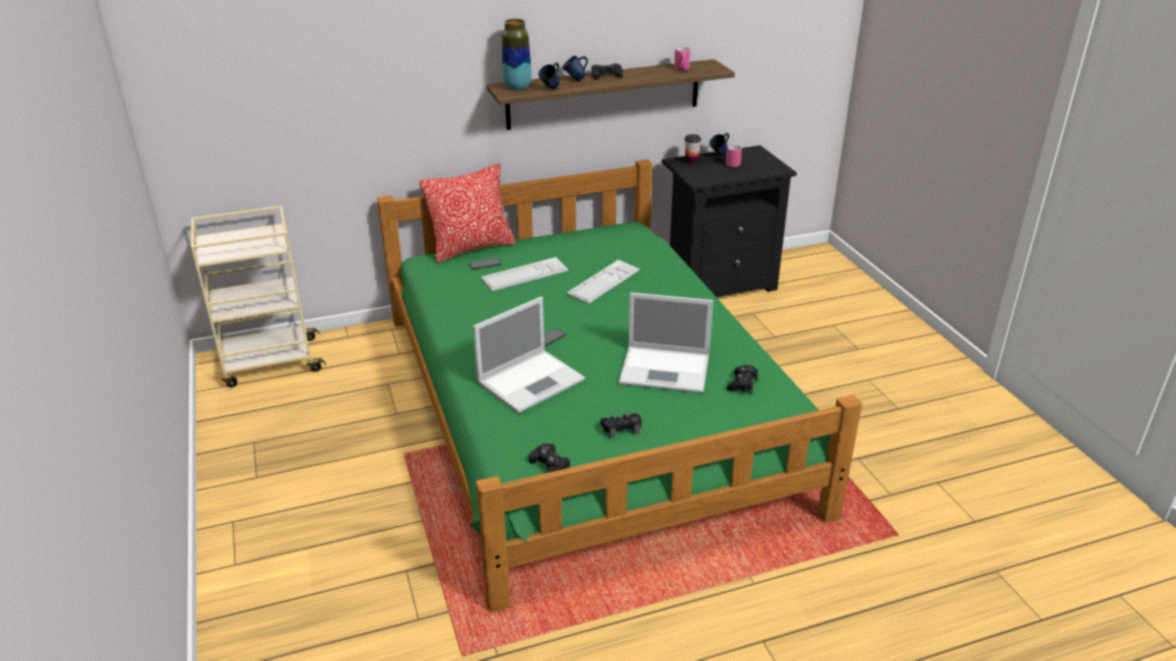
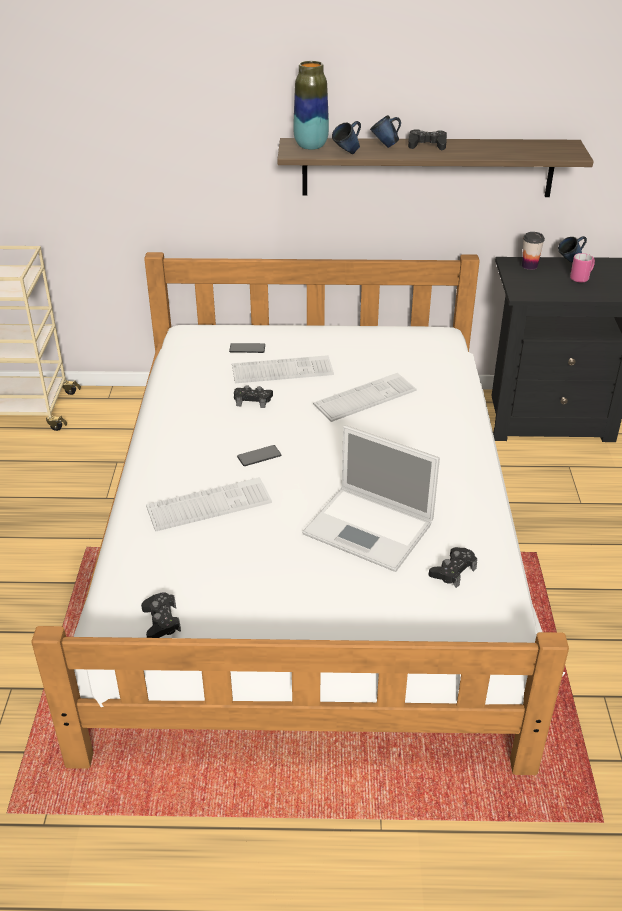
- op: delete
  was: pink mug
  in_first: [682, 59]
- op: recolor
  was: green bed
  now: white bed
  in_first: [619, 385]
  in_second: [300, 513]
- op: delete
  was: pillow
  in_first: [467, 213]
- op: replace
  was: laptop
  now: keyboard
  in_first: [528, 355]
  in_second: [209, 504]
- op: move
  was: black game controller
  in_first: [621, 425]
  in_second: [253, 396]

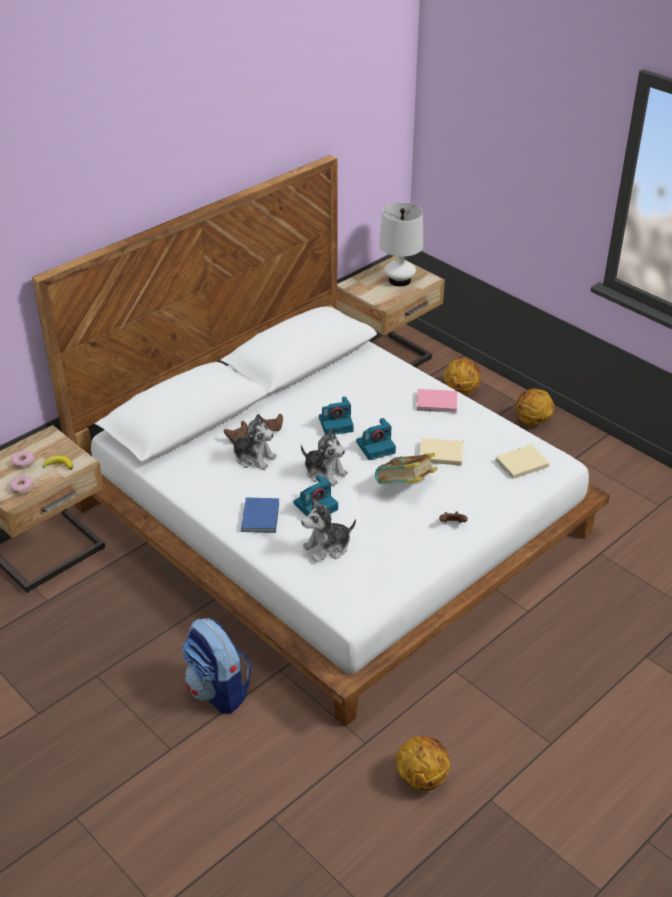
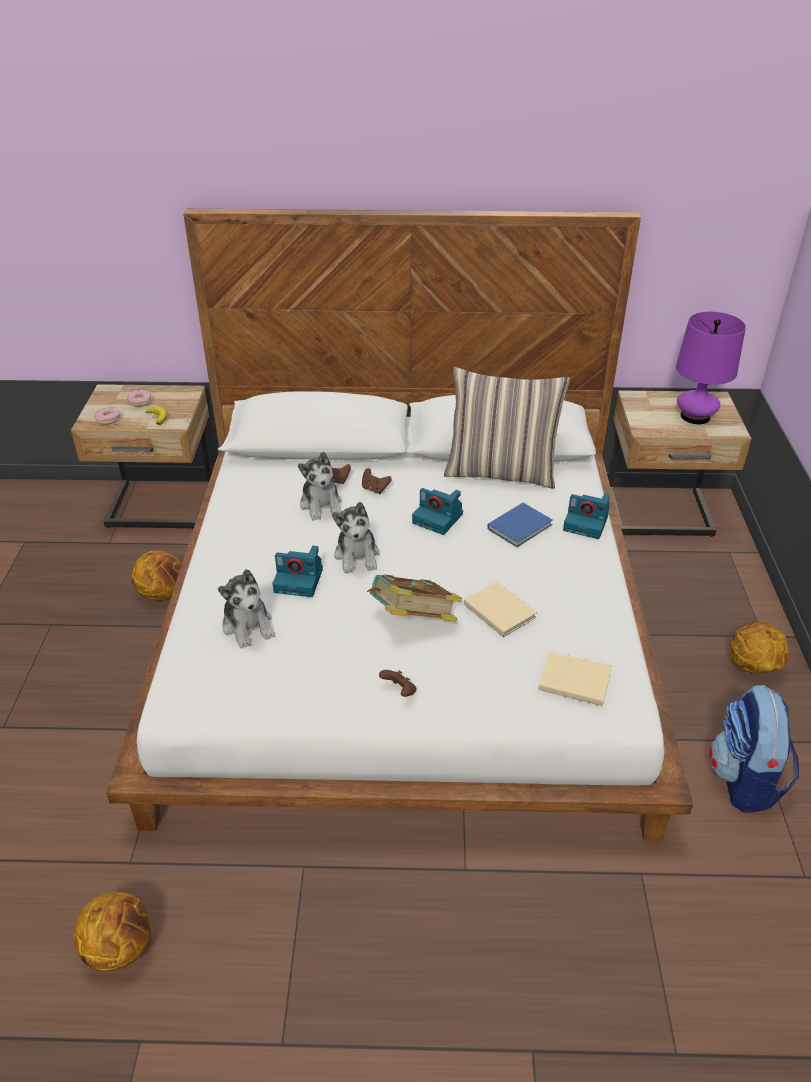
- op: recolor
  was: white table lamp
  now: purple table lamp
  in_first: [401, 244]
  in_second: [711, 368]
- op: move
  was: basketball
  in_first: [462, 376]
  in_second: [156, 575]
- op: delete
  was: pink book
  in_first: [437, 401]
- op: move
  was: photo camera
  in_first: [376, 439]
  in_second: [586, 516]
- op: move
  was: blue book
  in_first: [260, 515]
  in_second: [520, 525]
- op: rotate
  was: plush toy
  in_first: [328, 530]
  in_second: [246, 609]
  clockwise: -135
- op: move
  was: backpack
  in_first: [217, 666]
  in_second: [754, 749]
- op: insert
  now: pillow
  in_second: [507, 428]

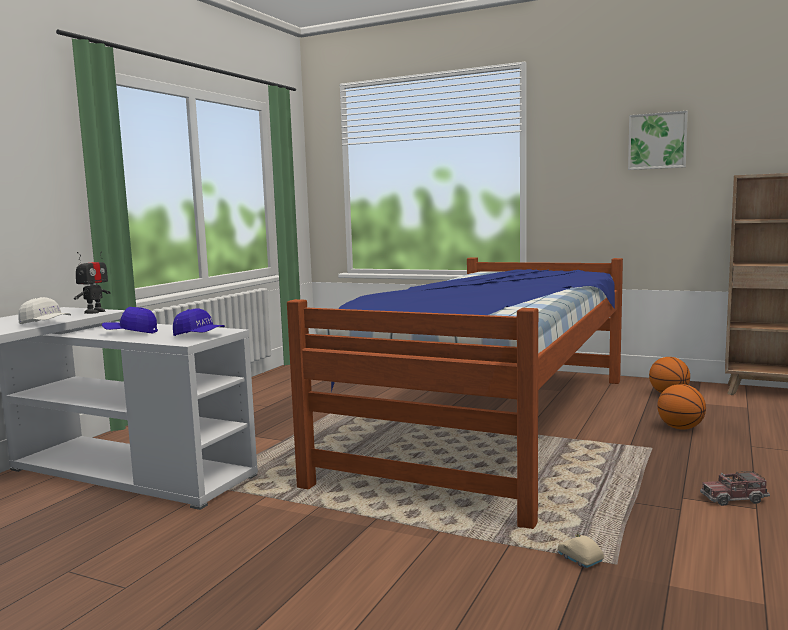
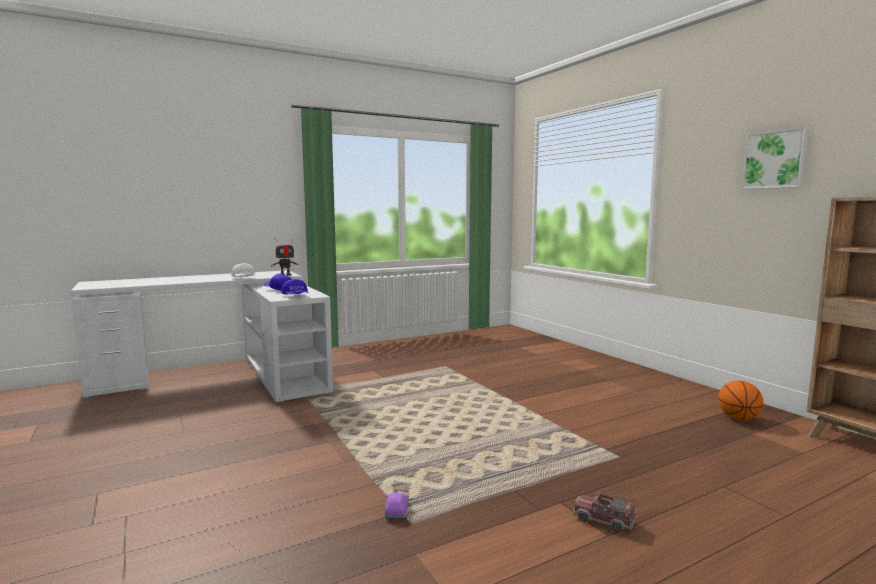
- op: delete
  was: bed
  in_first: [455, 393]
- op: delete
  was: basketball
  in_first: [681, 407]
- op: recolor
  was: beige toy car
  now: purple toy car
  in_first: [581, 550]
  in_second: [397, 503]

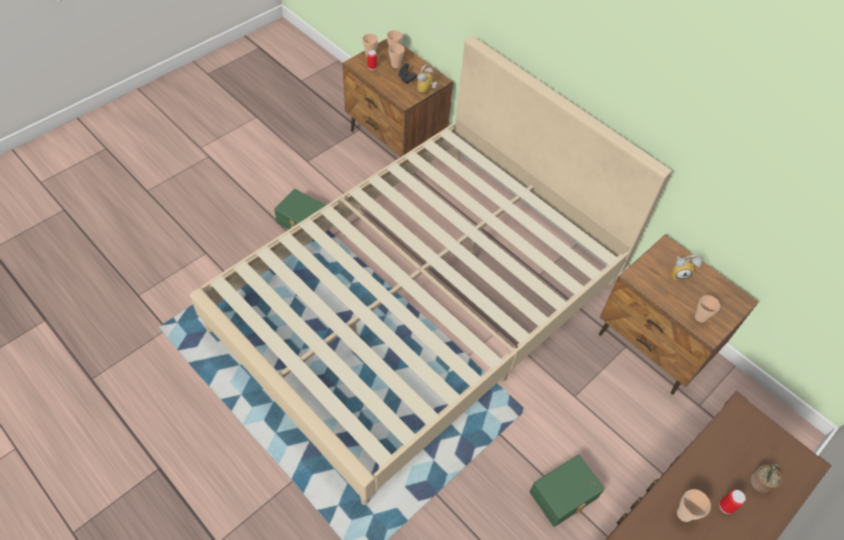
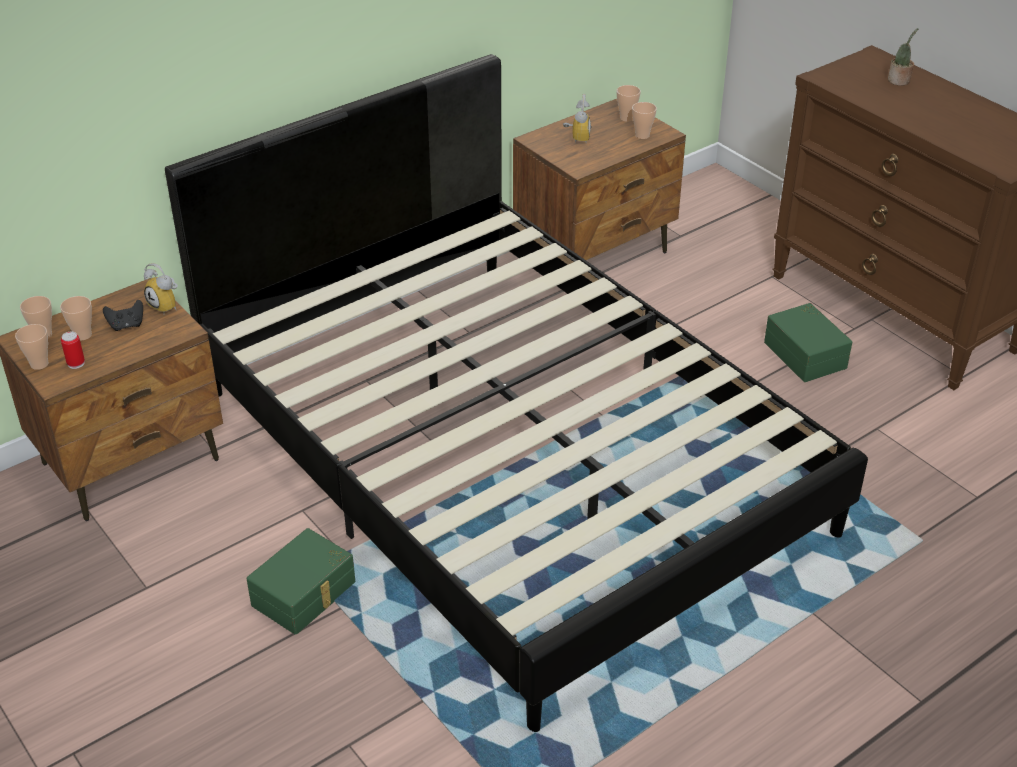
- op: recolor
  was: beige bed
  now: black bed
  in_first: [431, 270]
  in_second: [516, 393]
- op: move
  was: cup
  in_first: [694, 505]
  in_second: [629, 103]
- op: delete
  was: can
  in_first: [732, 502]

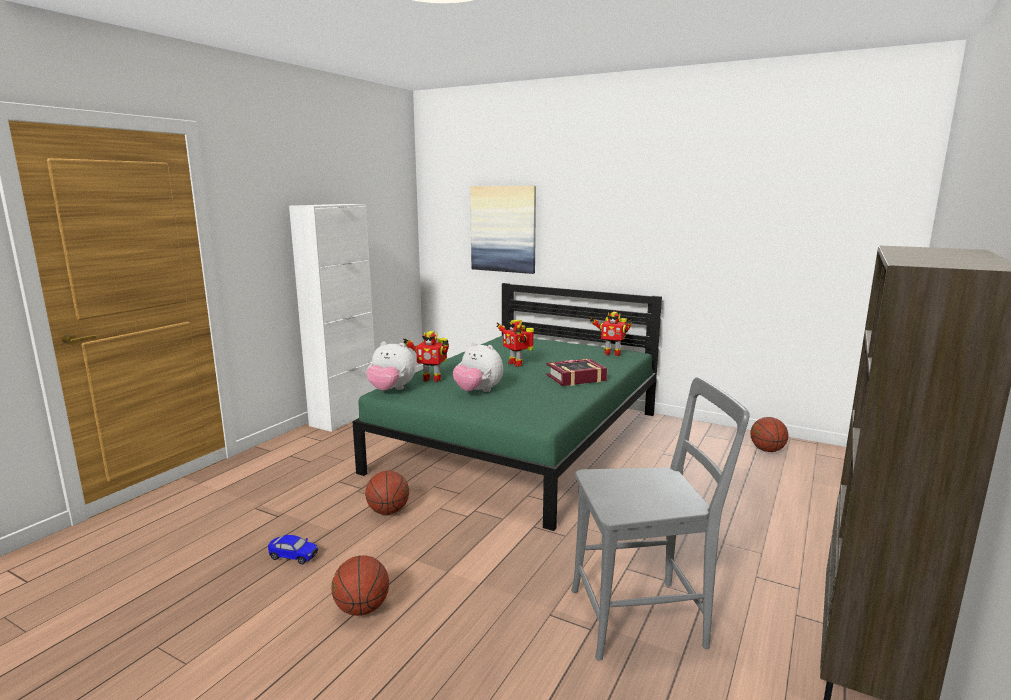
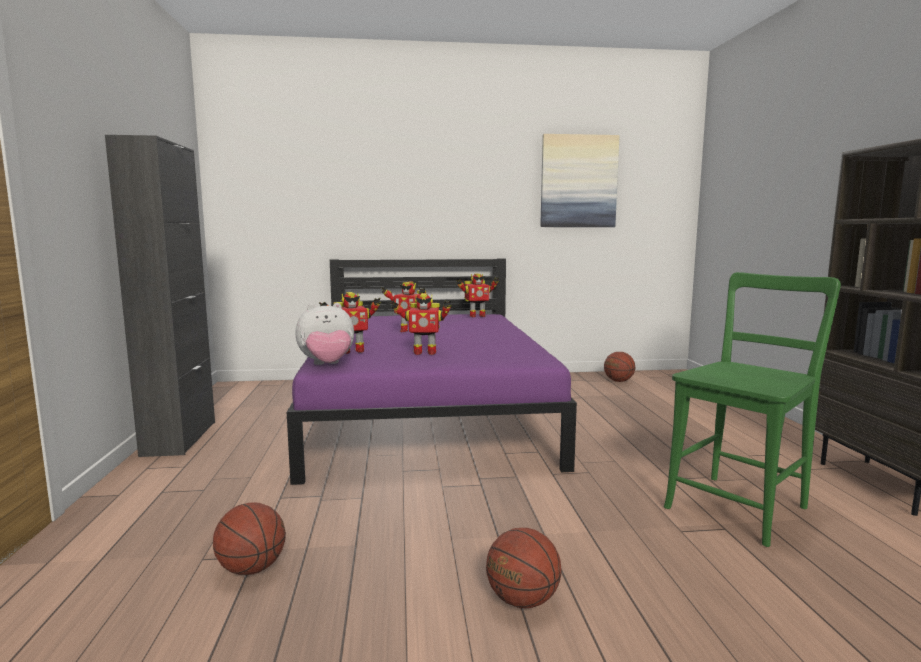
- op: move
  was: picture
  in_first: [503, 230]
  in_second: [580, 180]
- op: recolor
  was: white cabinet
  now: black cabinet
  in_first: [333, 318]
  in_second: [160, 296]
- op: recolor
  was: green bed
  now: purple bed
  in_first: [507, 407]
  in_second: [432, 371]
- op: replace
  was: plush toy
  now: toy robot
  in_first: [478, 367]
  in_second: [421, 324]
- op: delete
  was: book
  in_first: [576, 372]
- op: recolor
  was: grey chair
  now: green chair
  in_first: [660, 519]
  in_second: [752, 409]
- op: move
  was: basketball
  in_first: [387, 493]
  in_second: [249, 538]
- op: delete
  was: toy car
  in_first: [293, 549]

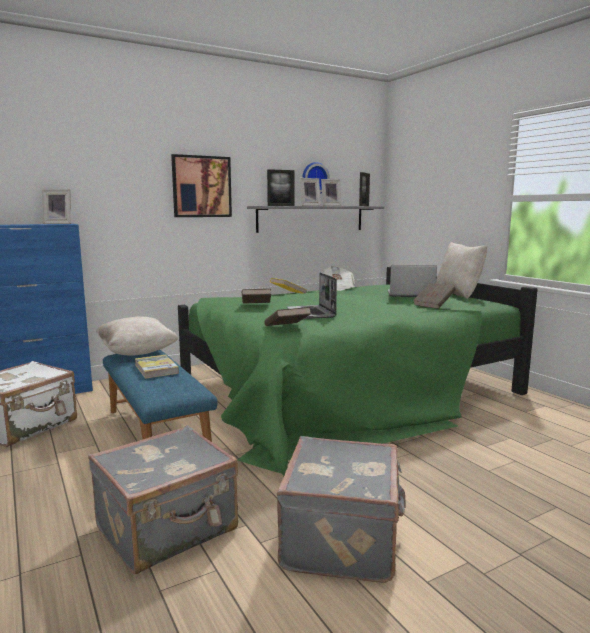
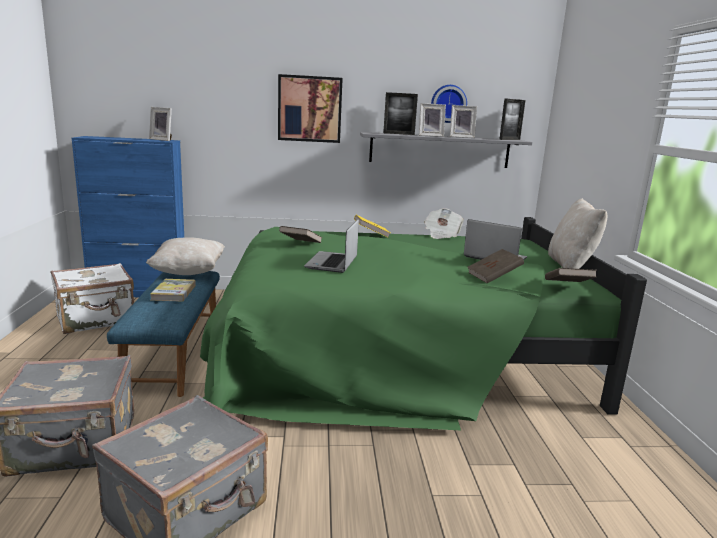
- op: move
  was: brown book
  in_first: [287, 316]
  in_second: [571, 275]

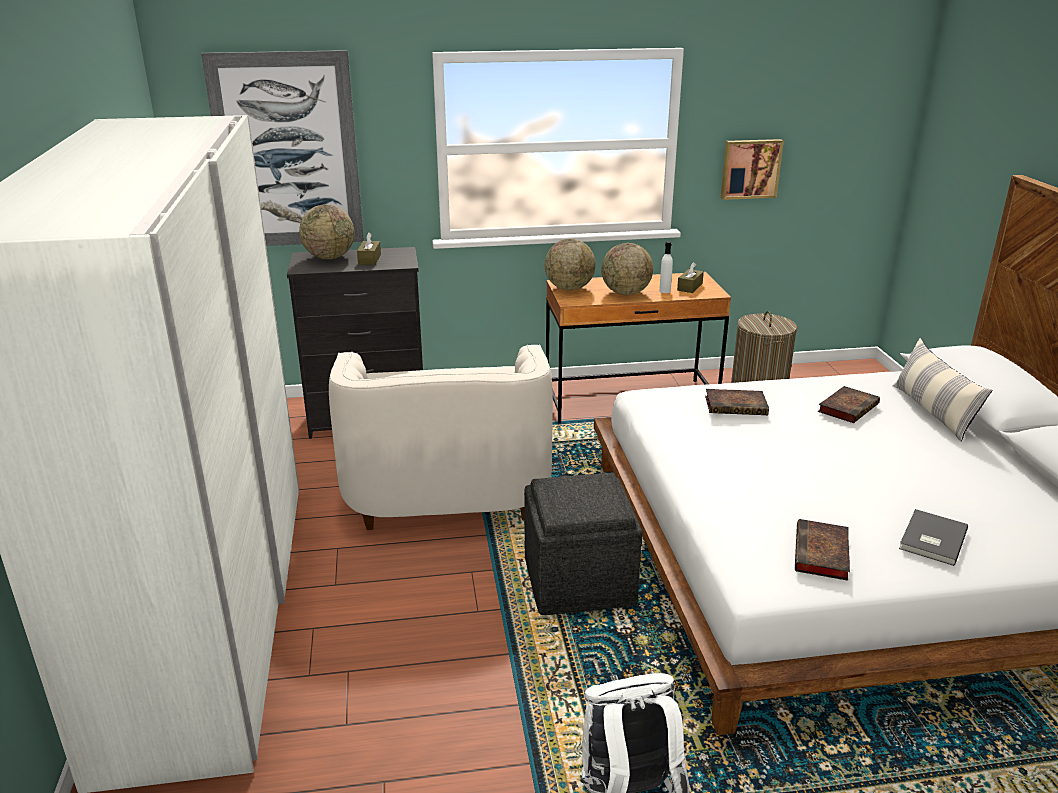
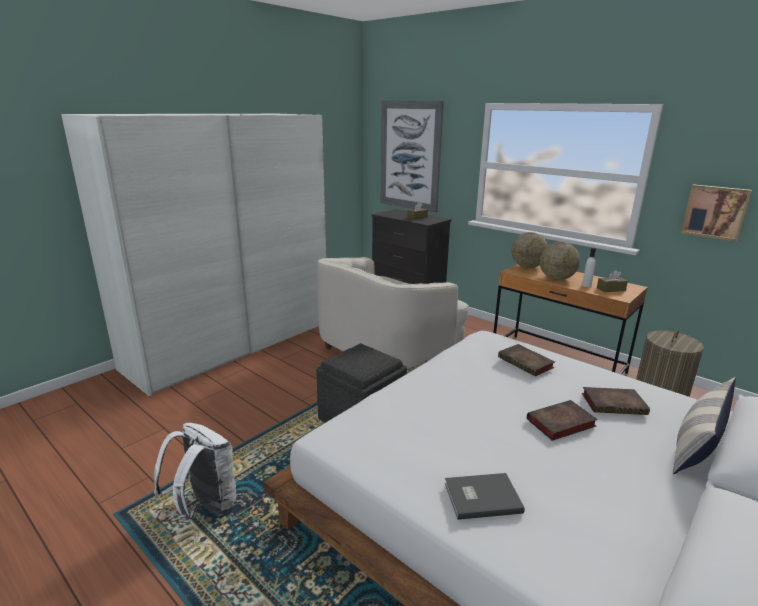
- op: delete
  was: globe
  in_first: [327, 232]
- op: move
  was: book
  in_first: [822, 550]
  in_second: [562, 420]

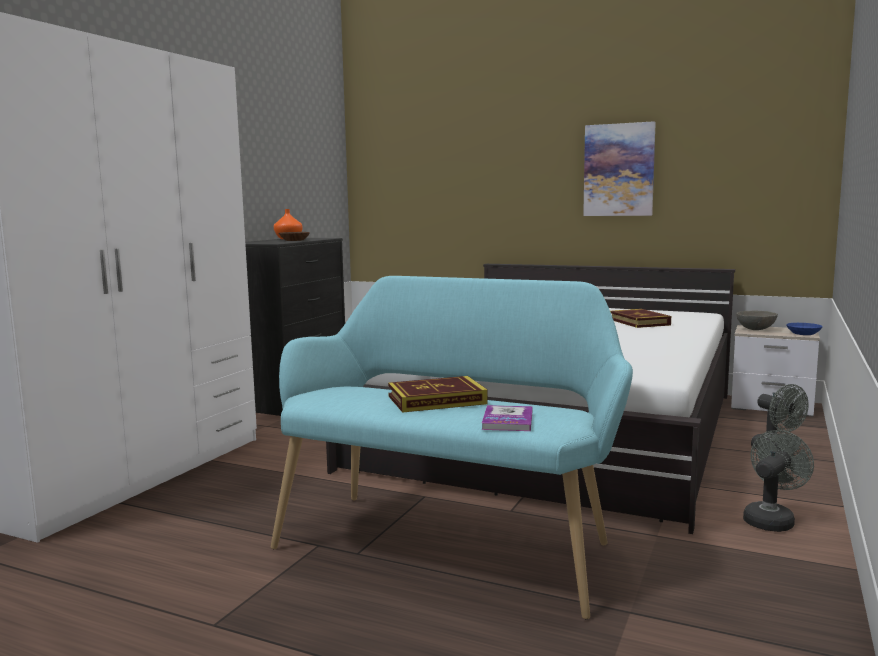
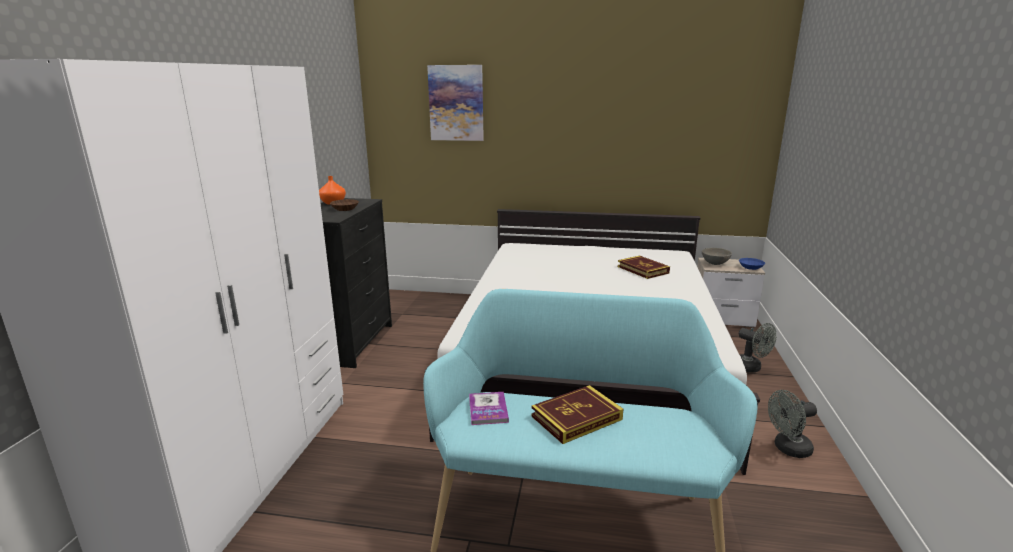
- op: move
  was: picture
  in_first: [619, 168]
  in_second: [455, 103]
- op: move
  was: book
  in_first: [507, 418]
  in_second: [489, 408]
- op: rotate
  was: grey fan
  in_first: [778, 481]
  in_second: [792, 424]
  clockwise: -135

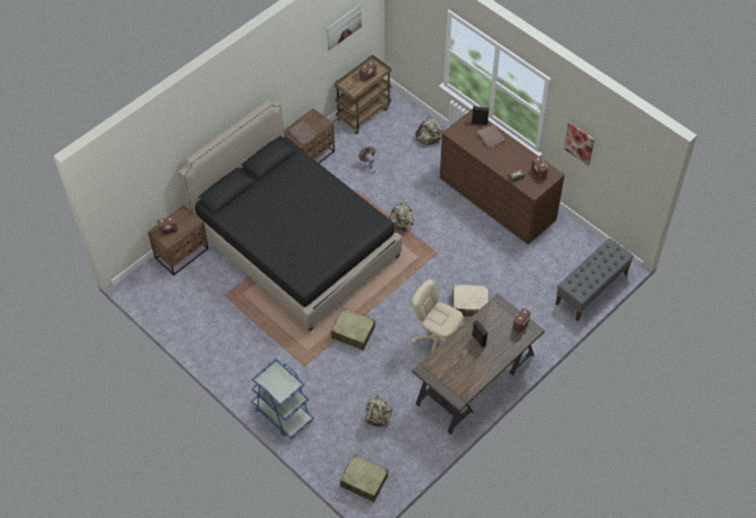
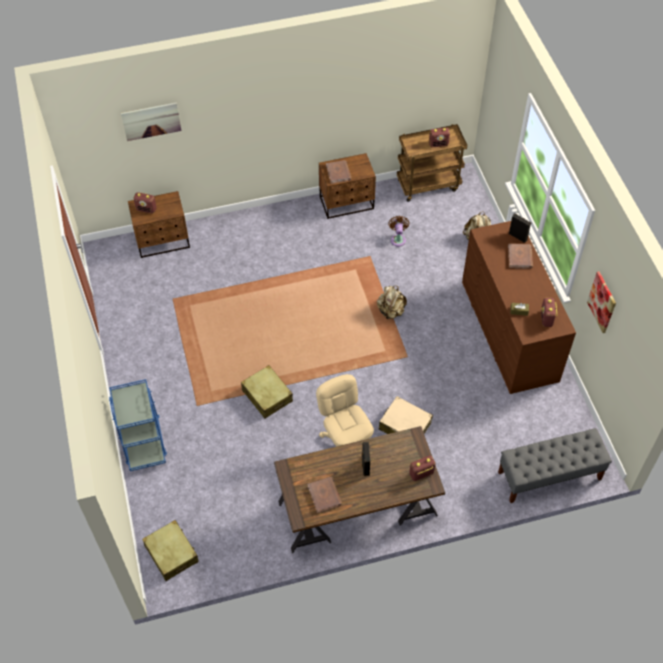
- op: move
  was: picture
  in_first: [344, 27]
  in_second: [151, 121]
- op: delete
  was: black bed
  in_first: [290, 215]
- op: delete
  was: beige backpack
  in_first: [378, 411]
- op: insert
  now: brown book
  in_second: [325, 495]

